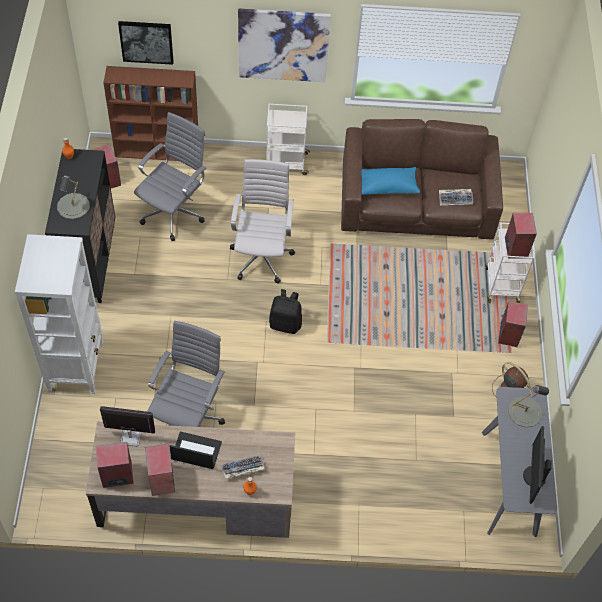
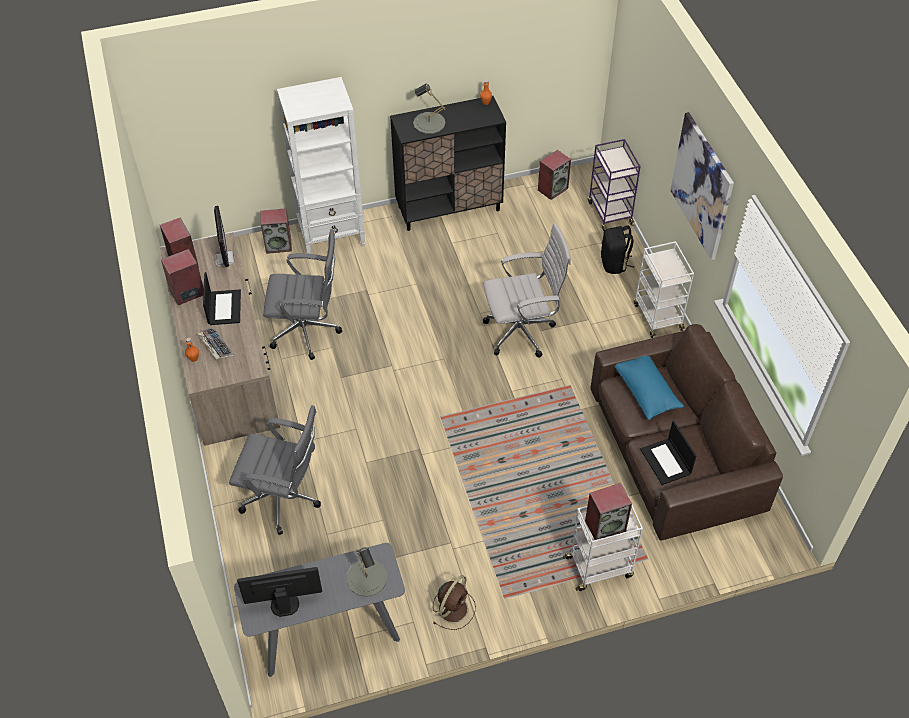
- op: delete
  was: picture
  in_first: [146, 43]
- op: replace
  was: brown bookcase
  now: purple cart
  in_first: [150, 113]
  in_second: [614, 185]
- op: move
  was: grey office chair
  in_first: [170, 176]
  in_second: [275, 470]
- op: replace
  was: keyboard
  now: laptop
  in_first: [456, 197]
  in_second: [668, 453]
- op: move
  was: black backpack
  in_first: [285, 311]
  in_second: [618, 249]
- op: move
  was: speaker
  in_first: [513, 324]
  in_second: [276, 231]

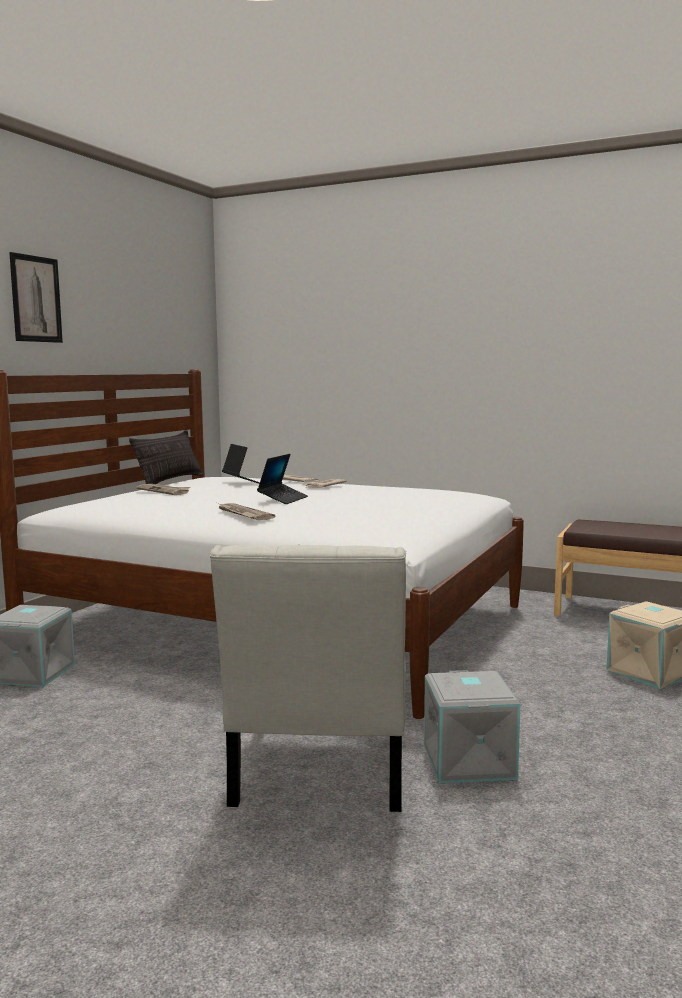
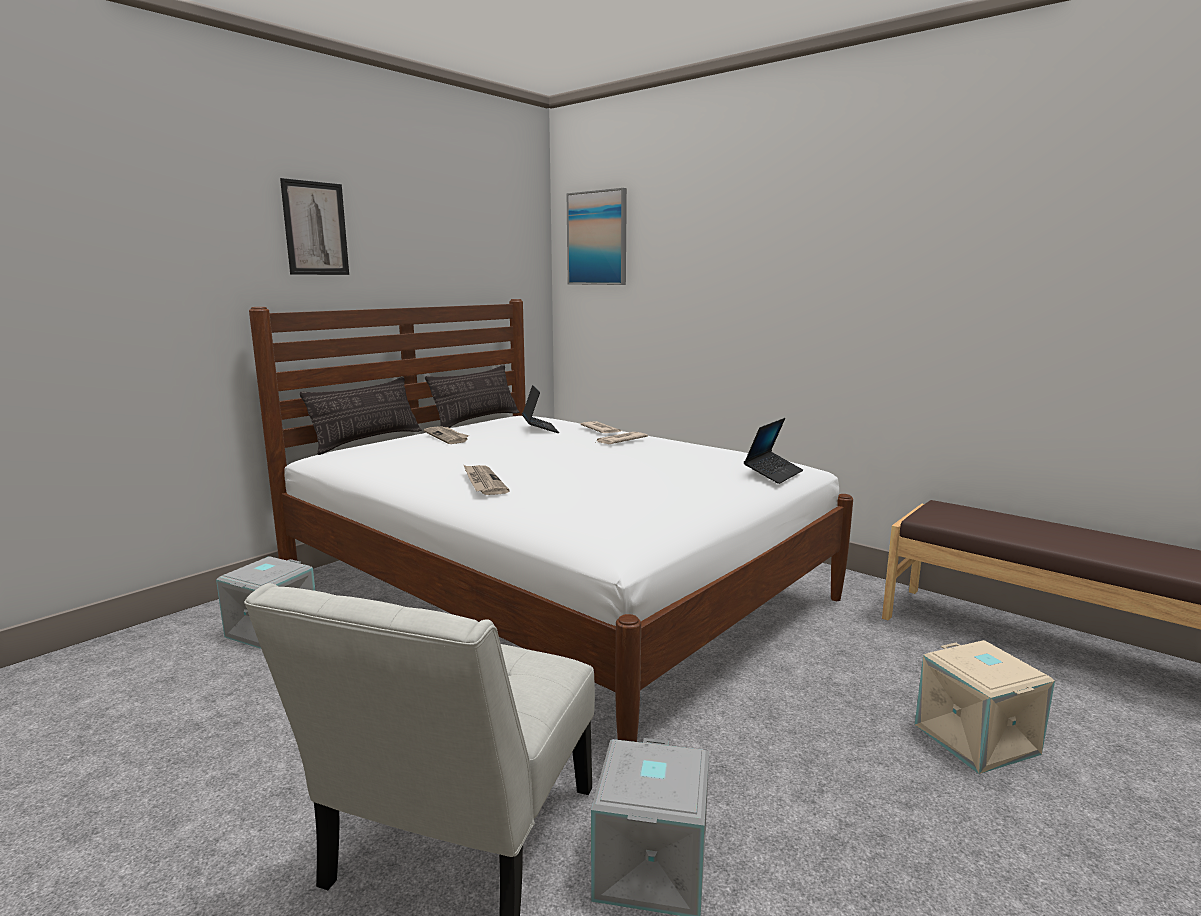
- op: move
  was: laptop
  in_first: [282, 479]
  in_second: [773, 451]
- op: insert
  now: picture
  in_second: [597, 236]
- op: insert
  now: pillow
  in_second: [360, 416]

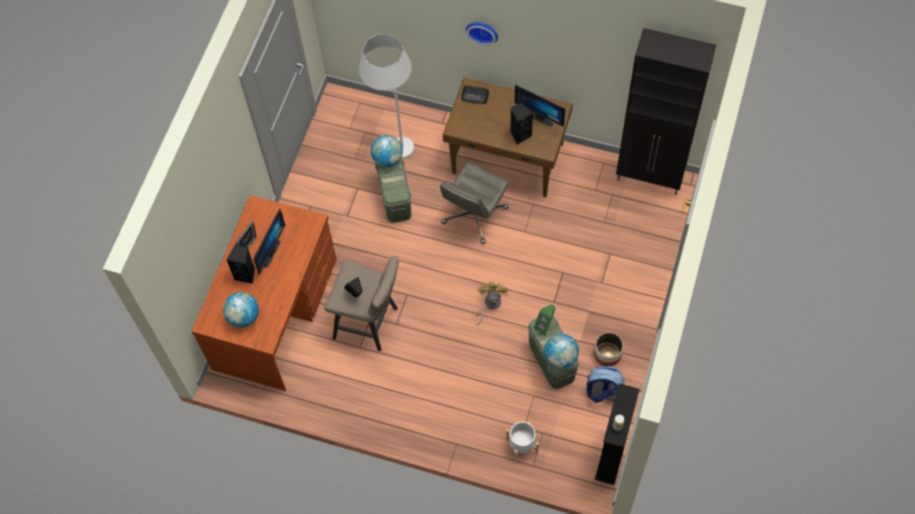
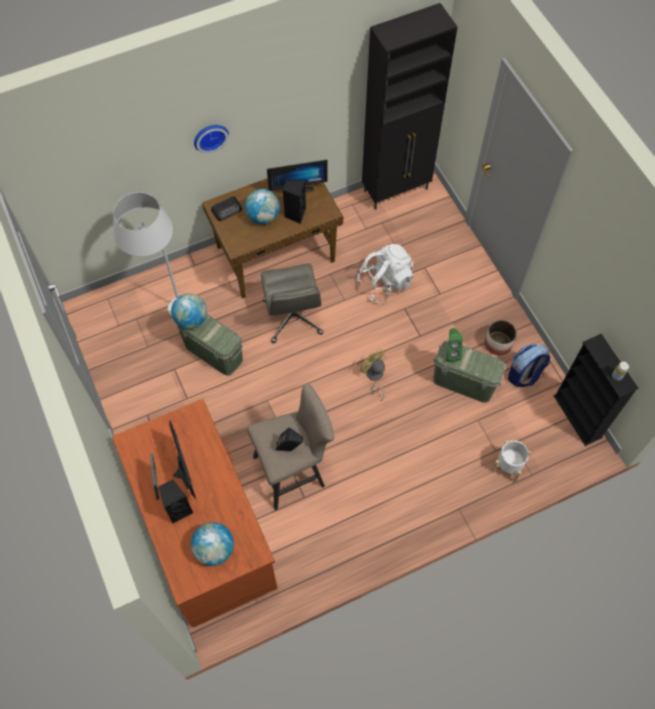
- op: move
  was: globe
  in_first: [561, 351]
  in_second: [262, 206]
- op: insert
  now: white backpack
  in_second: [385, 273]

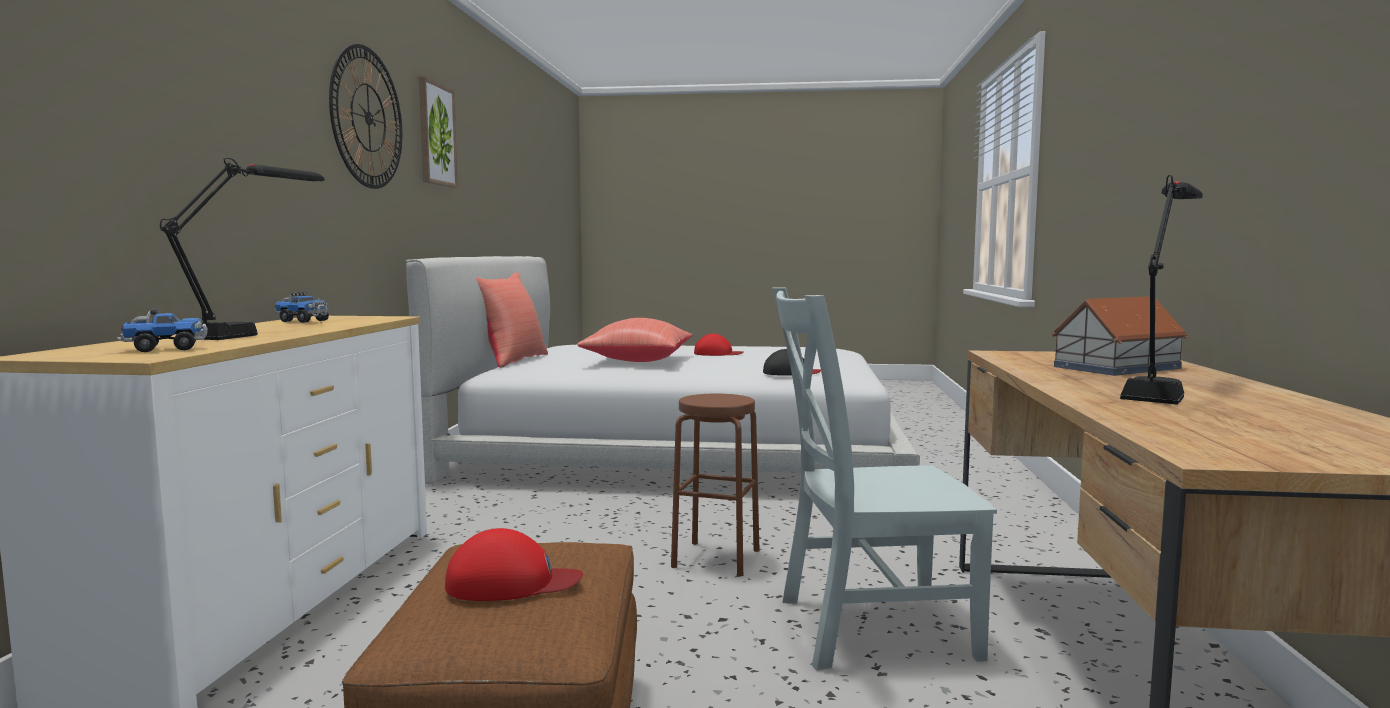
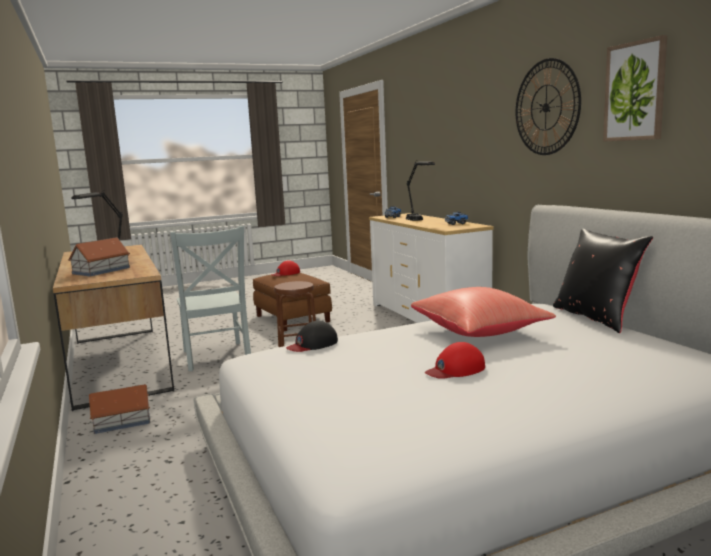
- op: recolor
  was: red pillow
  now: black pillow
  in_first: [512, 320]
  in_second: [603, 281]
- op: rotate
  was: grey chair
  in_first: [884, 479]
  in_second: [210, 298]
  clockwise: 105
- op: insert
  now: toy house
  in_second: [119, 409]

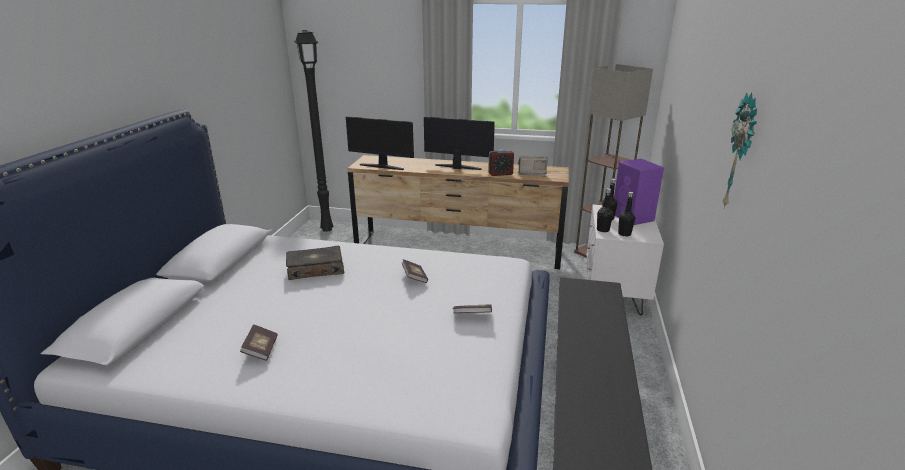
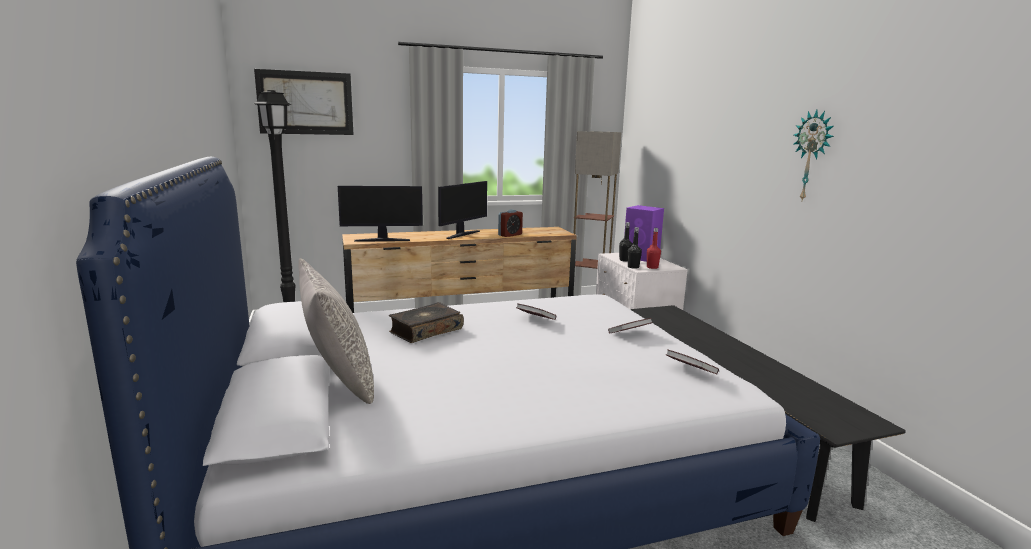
- op: rotate
  was: monitor
  in_first: [459, 143]
  in_second: [462, 210]
  clockwise: 135
- op: delete
  was: radio
  in_first: [533, 165]
- op: recolor
  was: black bottle
  now: red bottle
  in_first: [626, 214]
  in_second: [654, 248]
- op: move
  was: book
  in_first: [259, 342]
  in_second: [693, 362]
- op: insert
  now: picture
  in_second: [304, 102]
- op: insert
  now: grey pillow
  in_second: [336, 331]

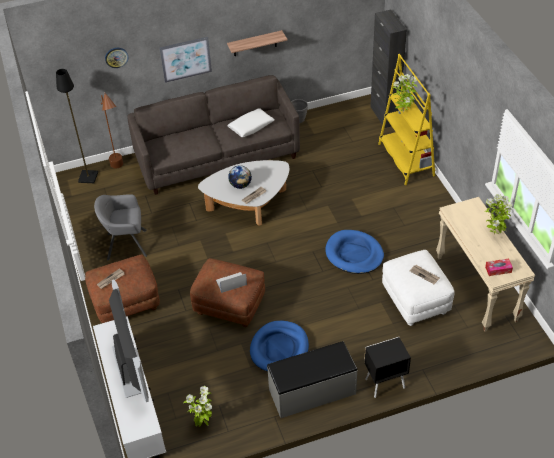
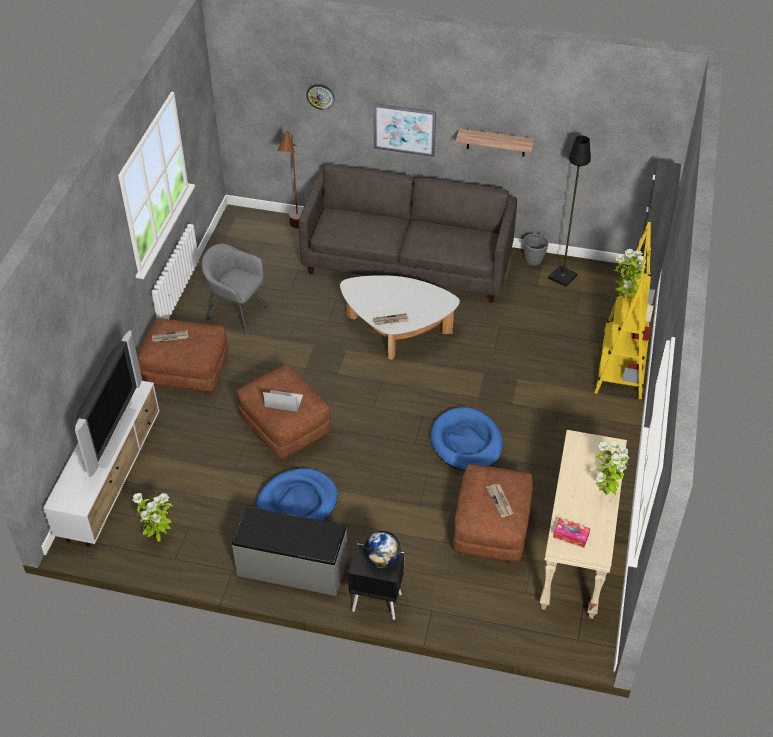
- op: move
  was: black floor lamp
  in_first: [77, 126]
  in_second: [569, 211]
- op: delete
  was: white pillow
  in_first: [250, 122]
- op: move
  was: globe
  in_first: [240, 177]
  in_second: [382, 549]
- op: recolor
  was: white ottoman
  now: brown ottoman
  in_first: [418, 288]
  in_second: [493, 514]

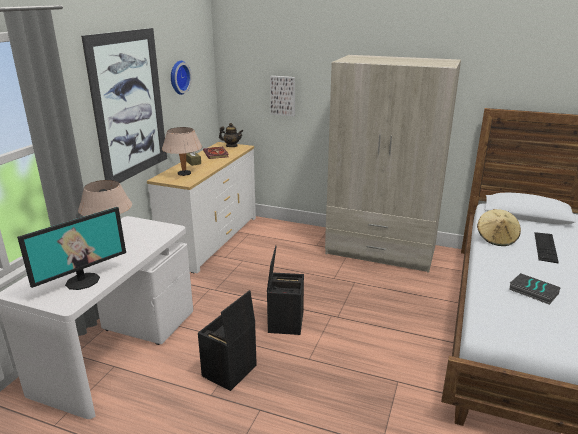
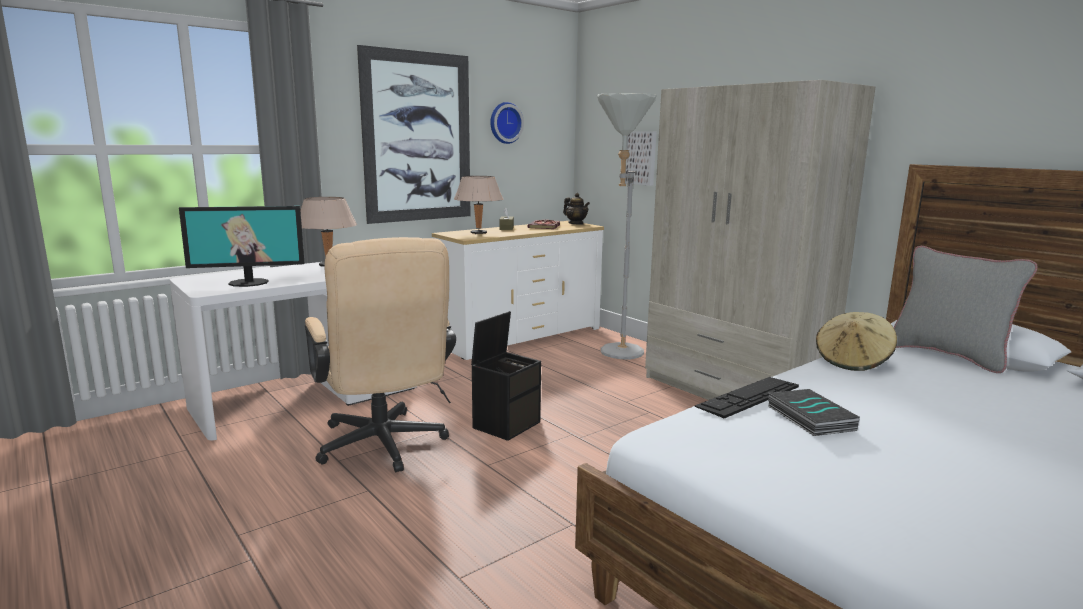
- op: move
  was: keyboard
  in_first: [546, 247]
  in_second: [746, 398]
- op: replace
  was: black storage box
  now: beige office chair
  in_first: [227, 340]
  in_second: [380, 355]
- op: insert
  now: grey floor lamp
  in_second: [627, 226]
- op: insert
  now: grey pillow
  in_second: [965, 309]

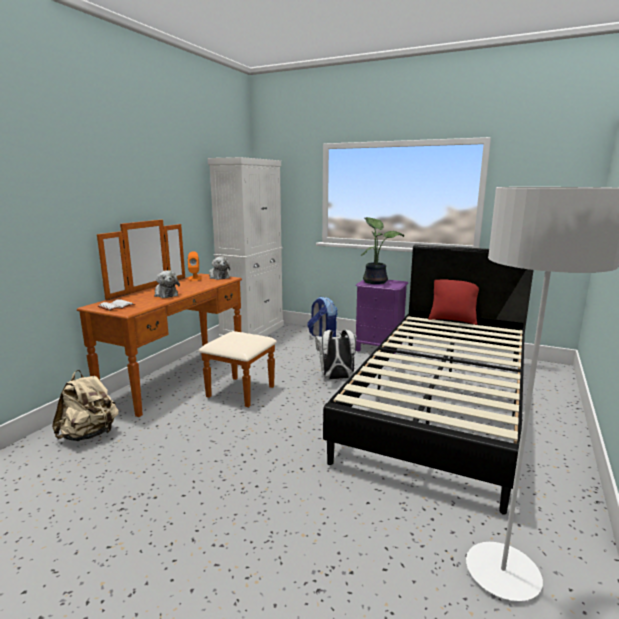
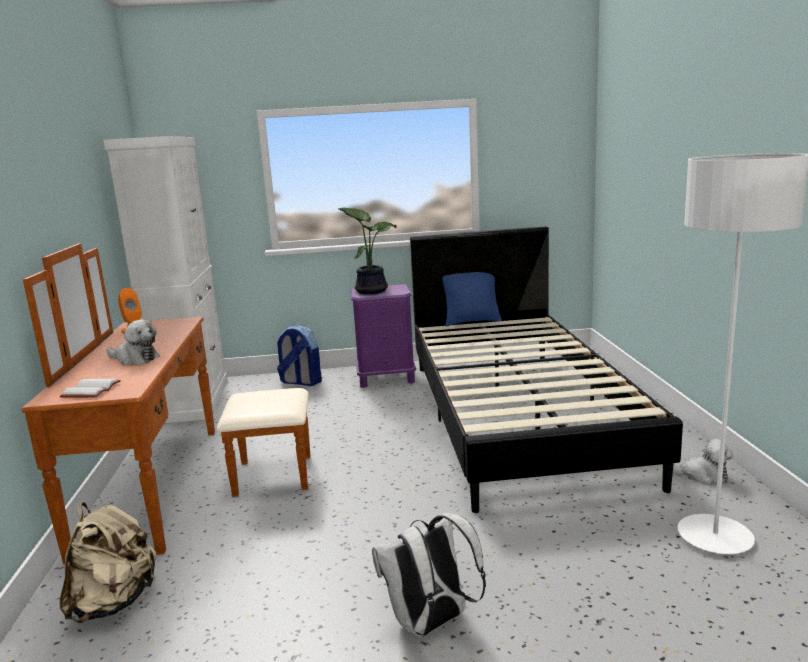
- op: move
  was: plush toy
  in_first: [219, 268]
  in_second: [703, 462]
- op: recolor
  was: red pillow
  now: blue pillow
  in_first: [453, 302]
  in_second: [472, 299]
- op: move
  was: white backpack
  in_first: [336, 355]
  in_second: [429, 575]

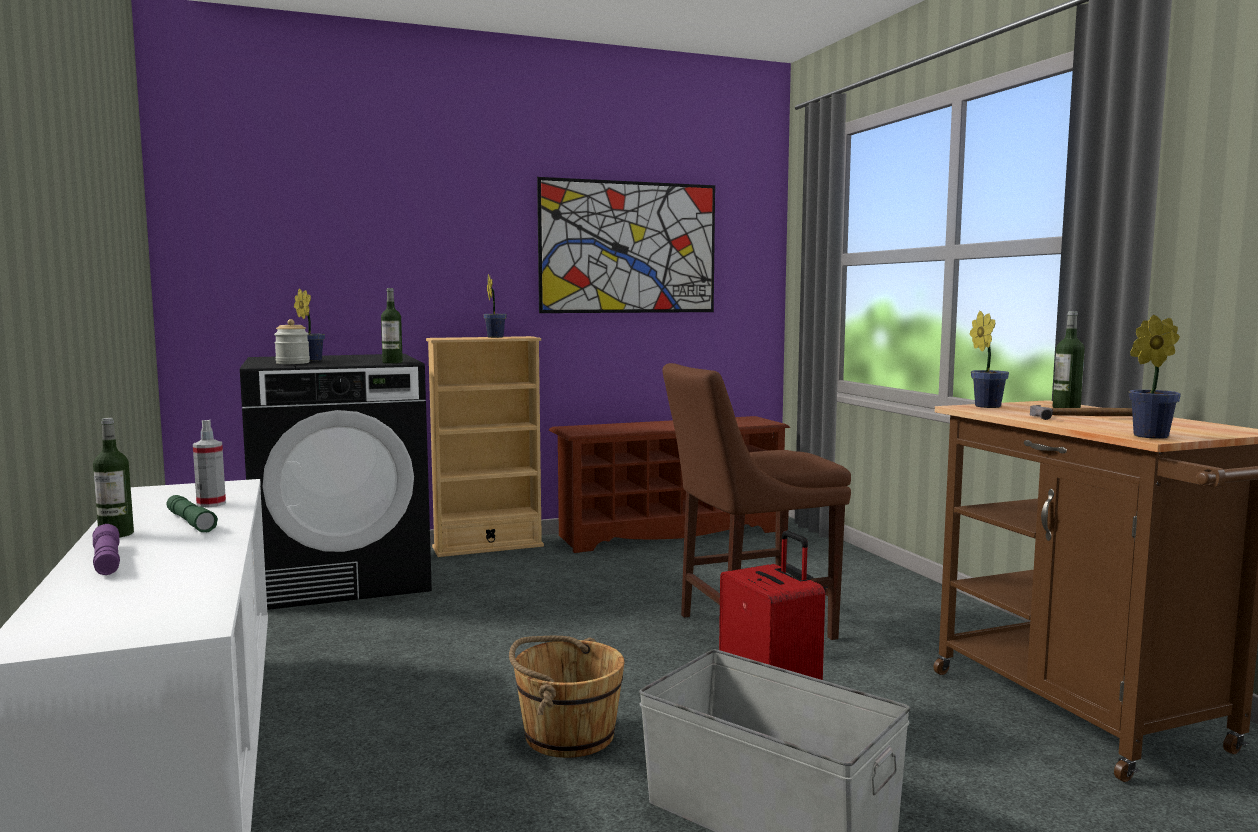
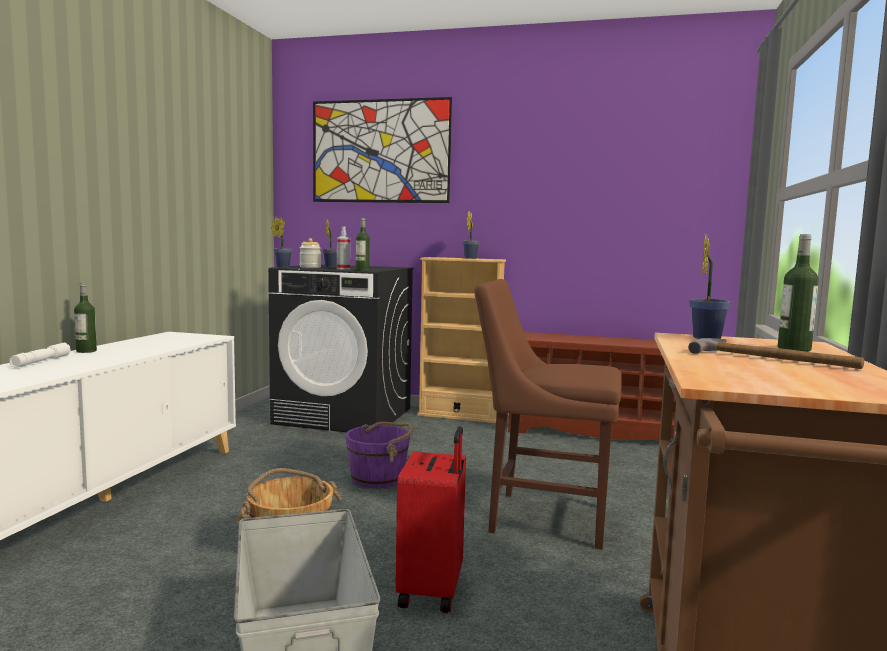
- op: move
  was: picture
  in_first: [626, 245]
  in_second: [382, 150]
- op: move
  was: potted plant
  in_first: [1155, 377]
  in_second: [282, 242]
- op: move
  was: spray bottle
  in_first: [209, 463]
  in_second: [343, 248]
- op: delete
  was: green flashlight
  in_first: [192, 513]
- op: recolor
  was: purple flashlight
  now: white flashlight
  in_first: [106, 549]
  in_second: [40, 355]
- op: insert
  now: purple bucket
  in_second: [379, 455]

